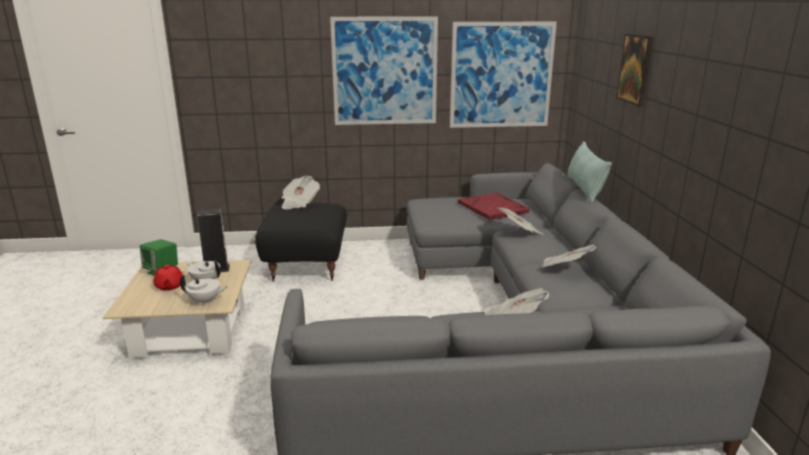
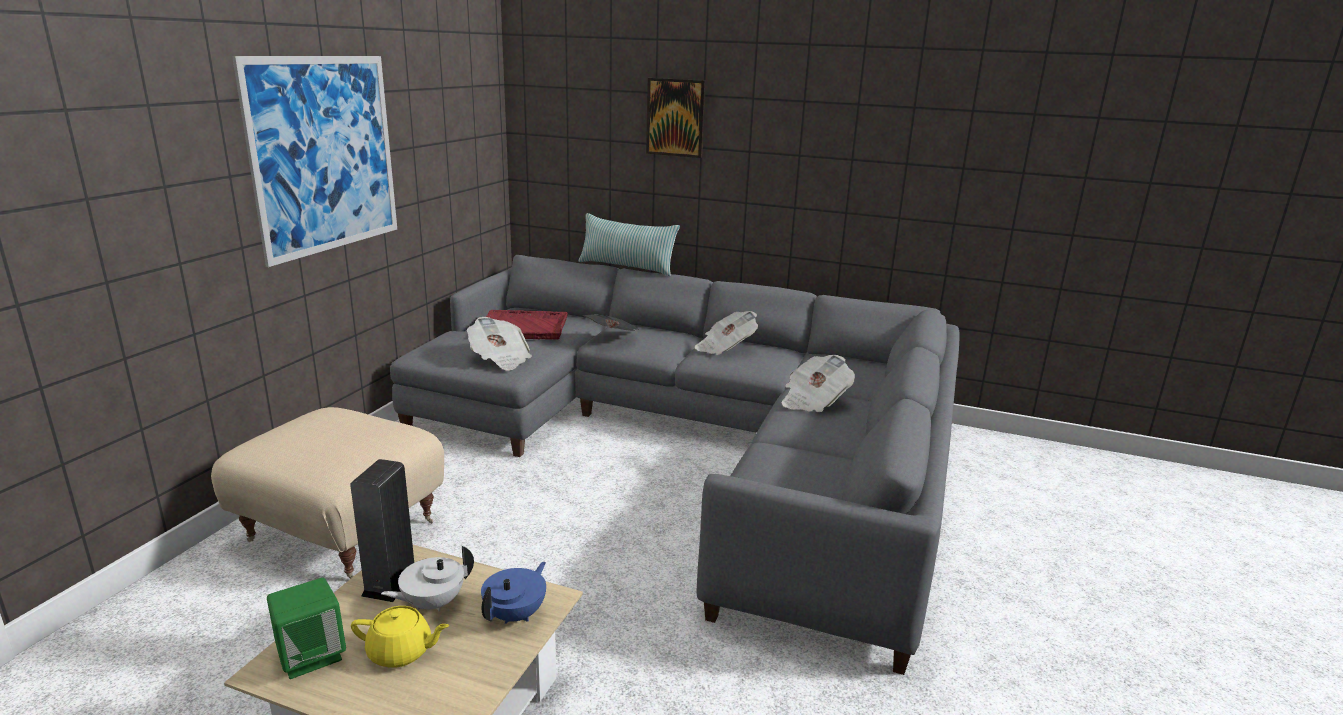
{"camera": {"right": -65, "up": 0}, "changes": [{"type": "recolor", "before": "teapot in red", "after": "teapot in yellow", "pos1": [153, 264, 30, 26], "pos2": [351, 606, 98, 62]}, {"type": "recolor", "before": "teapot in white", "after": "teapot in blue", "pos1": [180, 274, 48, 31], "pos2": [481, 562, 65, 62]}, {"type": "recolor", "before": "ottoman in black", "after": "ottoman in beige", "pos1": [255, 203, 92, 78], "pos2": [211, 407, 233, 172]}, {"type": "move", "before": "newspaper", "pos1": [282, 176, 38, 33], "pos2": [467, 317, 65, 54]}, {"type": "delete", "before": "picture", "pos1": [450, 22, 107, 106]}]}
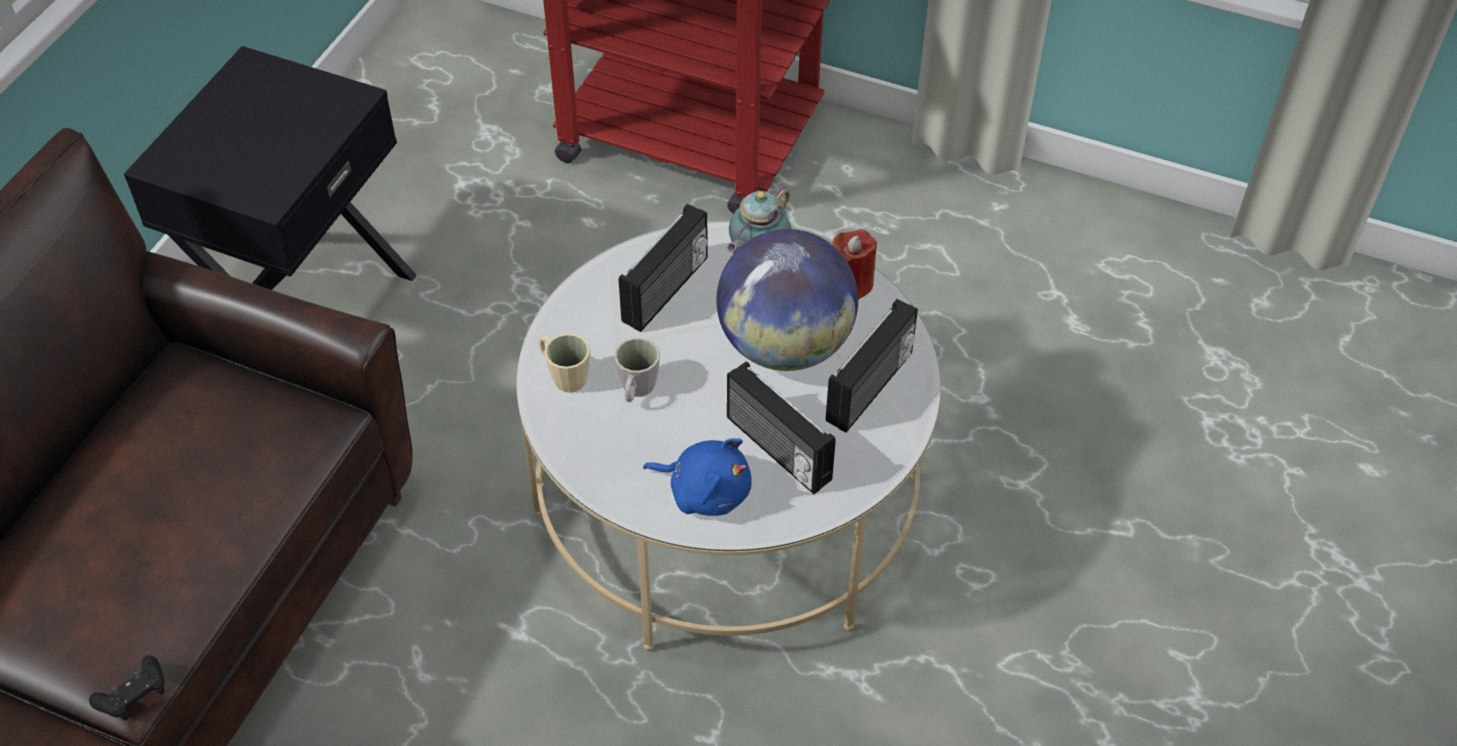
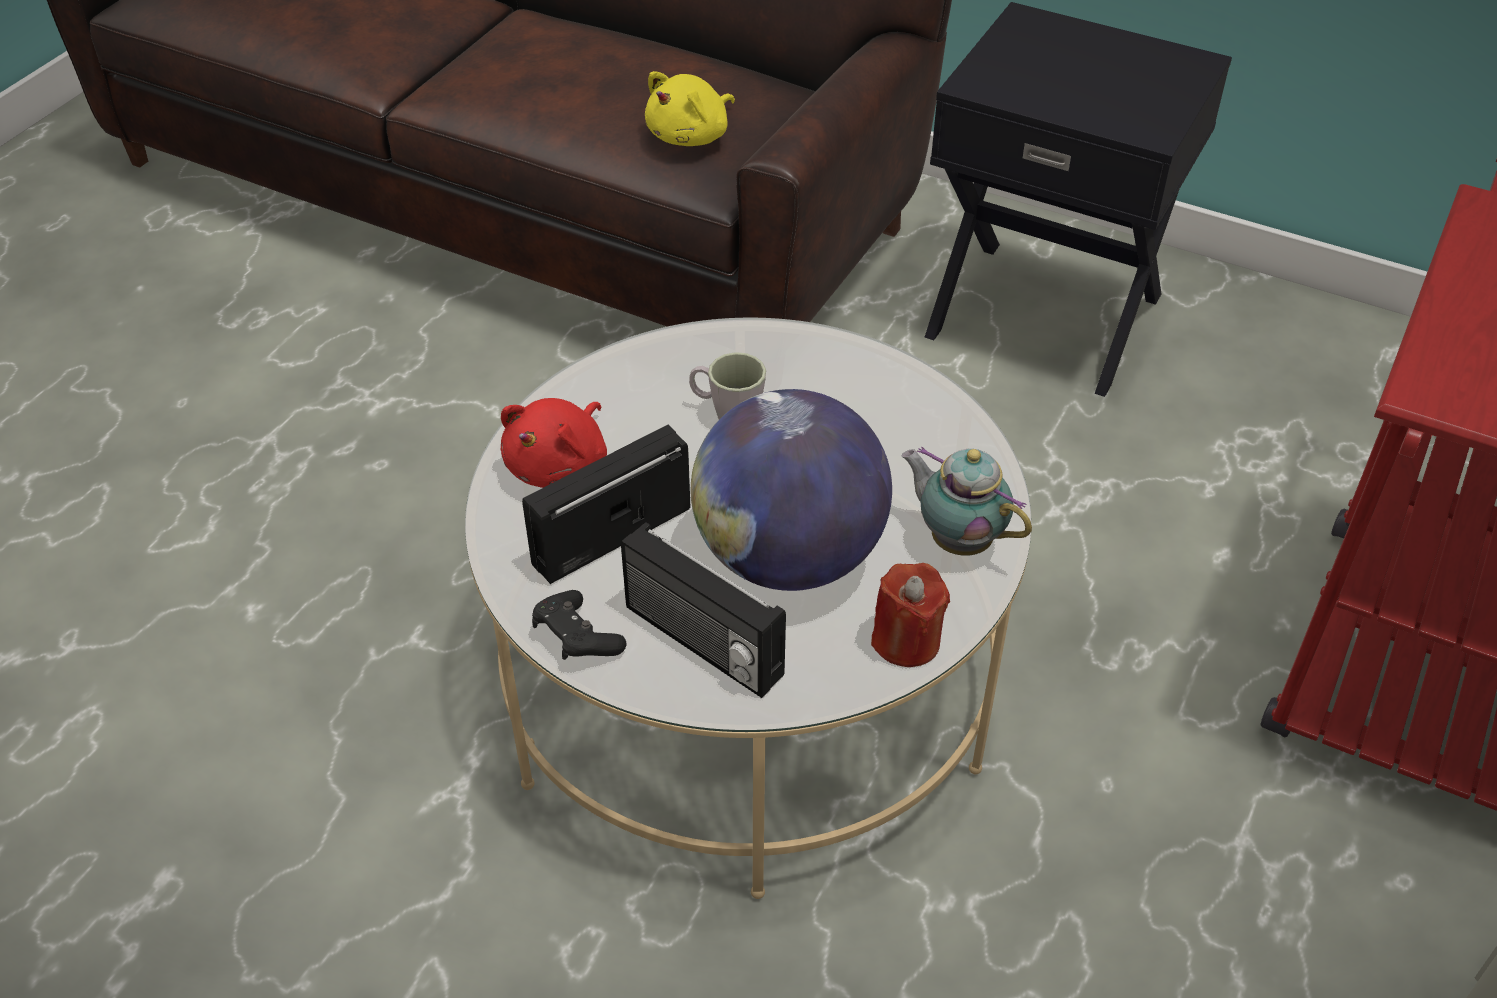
{"camera": {"right": 95, "up": -5}, "changes": [{"type": "move", "before": "game controller in black", "pos1": [89, 656, 76, 64], "pos2": [532, 590, 94, 70]}, {"type": "delete", "before": "mug in beige", "pos1": [539, 333, 51, 60]}, {"type": "delete", "before": "radio", "pos1": [619, 204, 89, 128]}, {"type": "recolor", "before": "plush toy in blue", "after": "plush toy in red", "pos1": [643, 438, 109, 78], "pos2": [500, 398, 107, 90]}, {"type": "insert", "after": "plush toy in yellow", "pos2": [645, 71, 90, 75]}]}
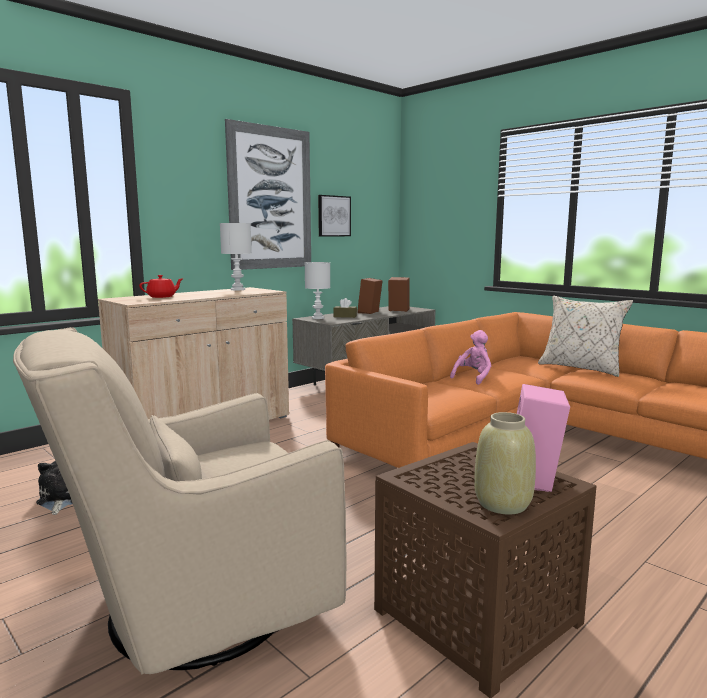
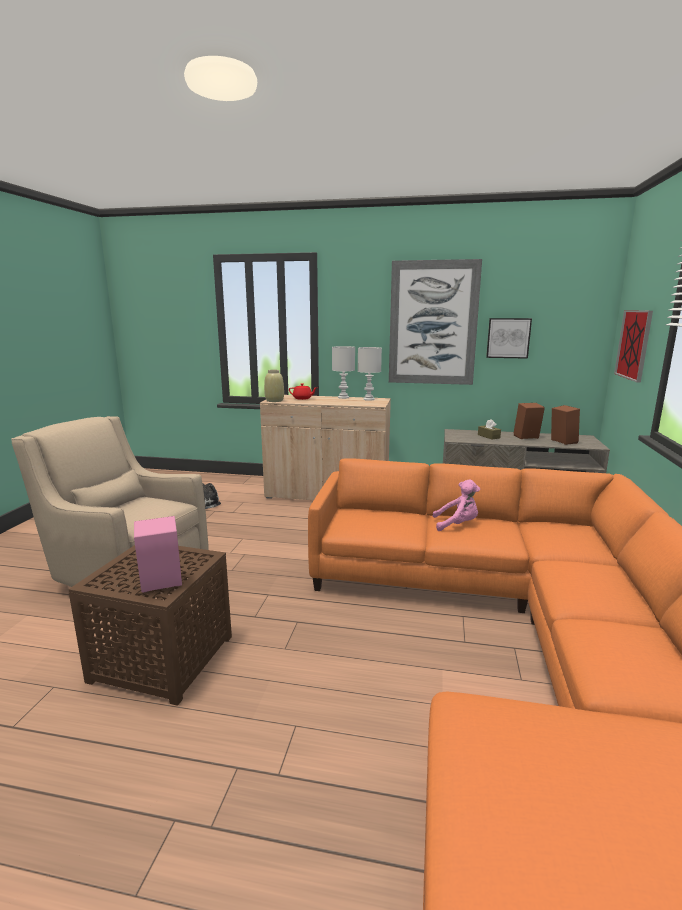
{"camera": {"right": 55, "up": 5}, "changes": [{"type": "move", "before": "table lamp in white", "pos1": [305, 262, 25, 57], "pos2": [332, 346, 23, 53]}, {"type": "move", "before": "vase in beige", "pos1": [474, 412, 62, 103], "pos2": [264, 370, 20, 32]}, {"type": "delete", "before": "pillow in beige", "pos1": [538, 296, 95, 81]}, {"type": "insert", "after": "picture", "pos2": [614, 310, 39, 73]}]}
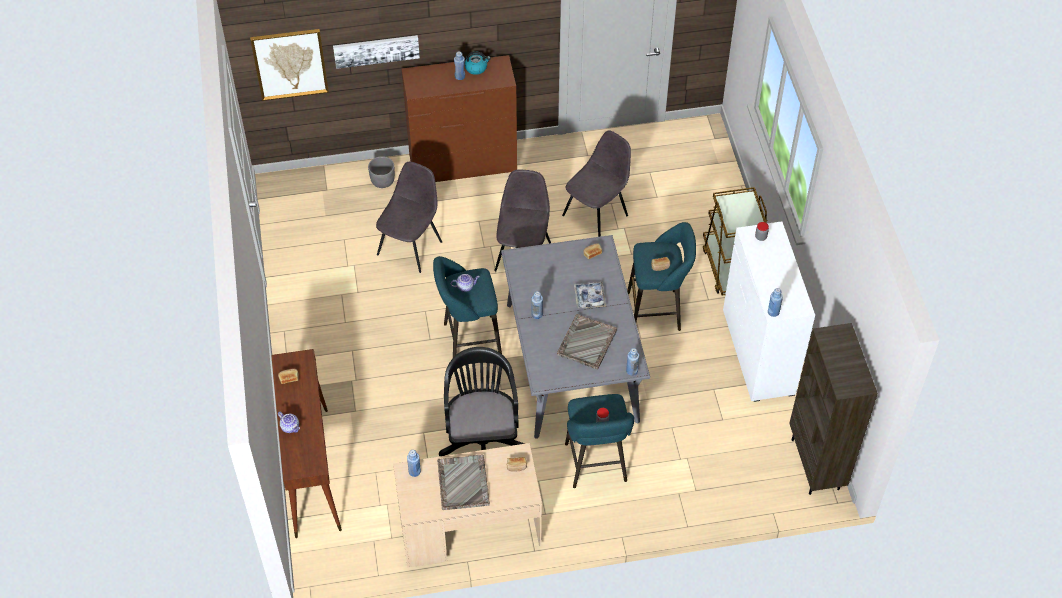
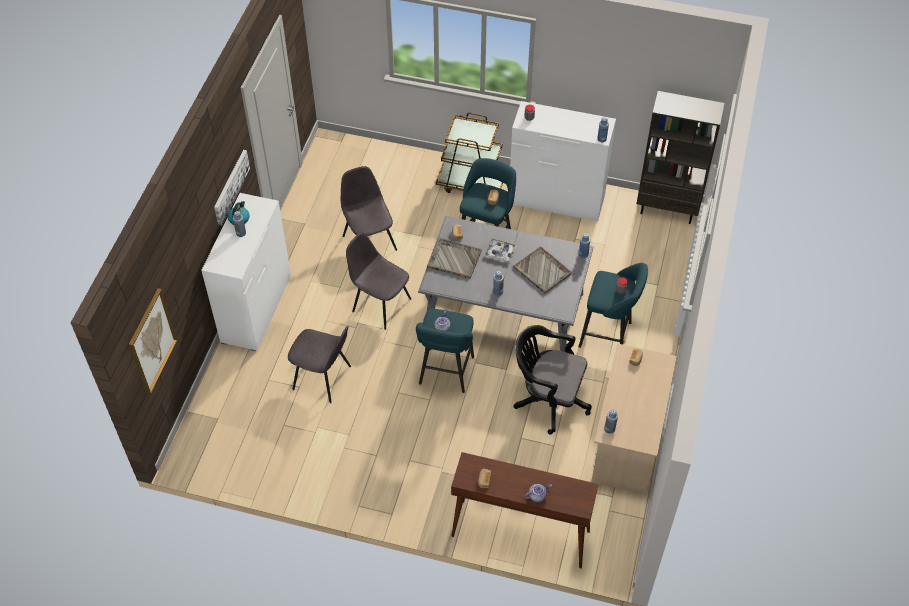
{"camera": {"right": -65, "up": 0}, "changes": [{"type": "move", "before": "picture", "pos1": [333, 35, 87, 34], "pos2": [214, 150, 36, 75]}, {"type": "delete", "before": "planter in grey", "pos1": [368, 156, 27, 32]}, {"type": "rotate", "before": "chair in grey", "pos1": [376, 162, 66, 111], "pos2": [288, 326, 63, 77], "turn": 150}, {"type": "recolor", "before": "dresser in brown", "after": "dresser in white", "pos1": [402, 55, 115, 127], "pos2": [201, 193, 90, 158]}, {"type": "move", "before": "tray in grey", "pos1": [437, 454, 53, 56], "pos2": [427, 238, 55, 41]}]}
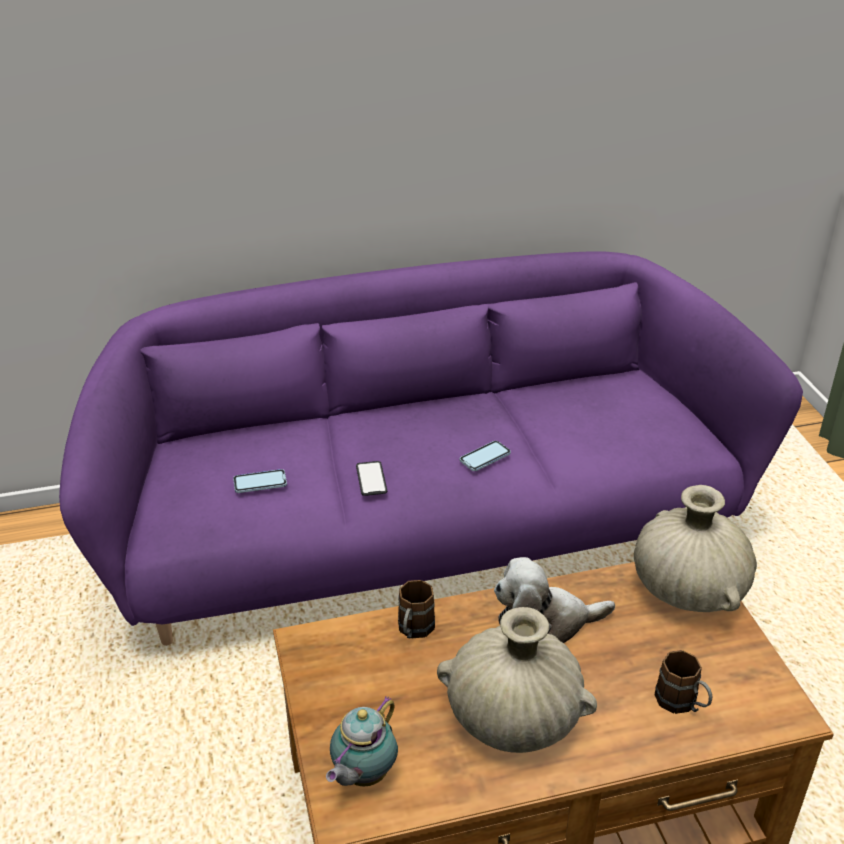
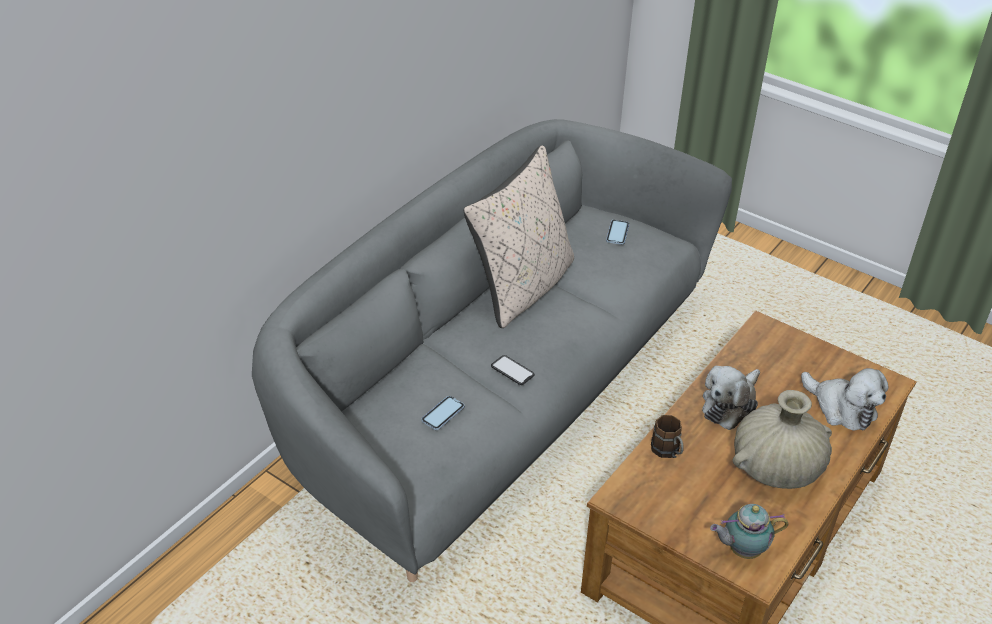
{"camera": {"right": -40, "up": 5}, "changes": [{"type": "recolor", "before": "sofa in purple", "after": "sofa in grey", "pos1": [59, 251, 744, 395], "pos2": [252, 119, 480, 463]}, {"type": "rotate", "before": "teapot", "pos1": [326, 696, 72, 90], "pos2": [710, 504, 79, 55], "turn": 90}, {"type": "move", "before": "phone", "pos1": [460, 441, 51, 30], "pos2": [606, 220, 23, 25]}, {"type": "delete", "before": "vase in beige", "pos1": [634, 485, 123, 127]}, {"type": "replace", "before": "mug in brown", "after": "plush toy", "pos1": [655, 650, 57, 64], "pos2": [801, 368, 87, 63]}, {"type": "insert", "after": "pillow in beige", "pos2": [464, 145, 110, 183]}]}
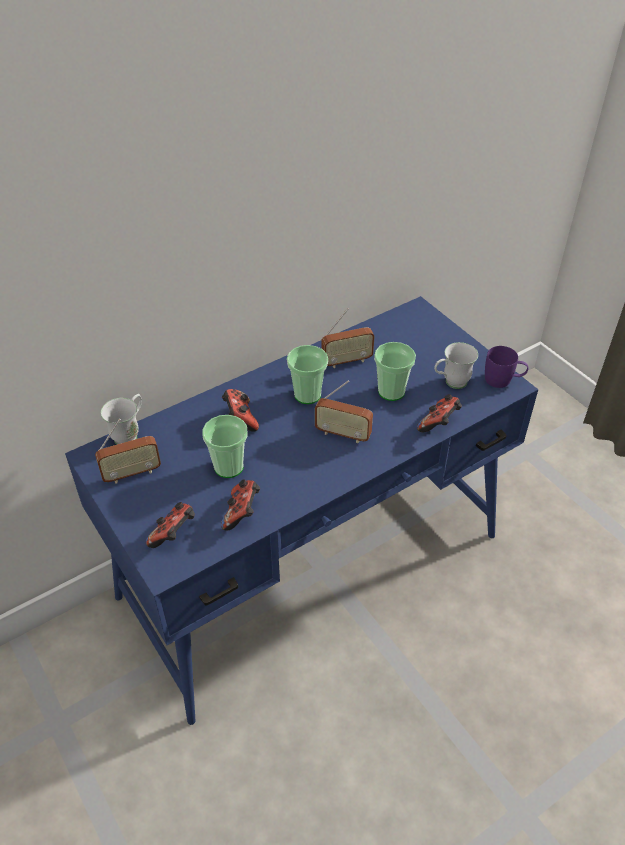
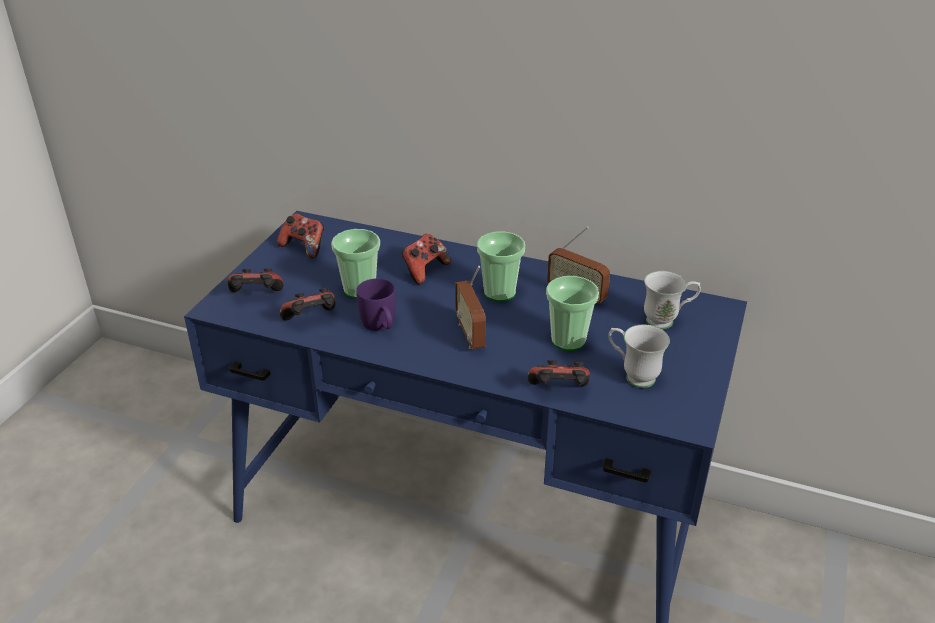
{"camera": {"right": 55, "up": -10}, "changes": [{"type": "replace", "before": "radio", "after": "game controller", "pos1": [95, 419, 66, 64], "pos2": [277, 213, 47, 46]}, {"type": "move", "before": "mug in white", "pos1": [101, 394, 41, 51], "pos2": [644, 271, 57, 58]}, {"type": "move", "before": "mug in purple", "pos1": [485, 346, 43, 42], "pos2": [356, 278, 40, 53]}]}
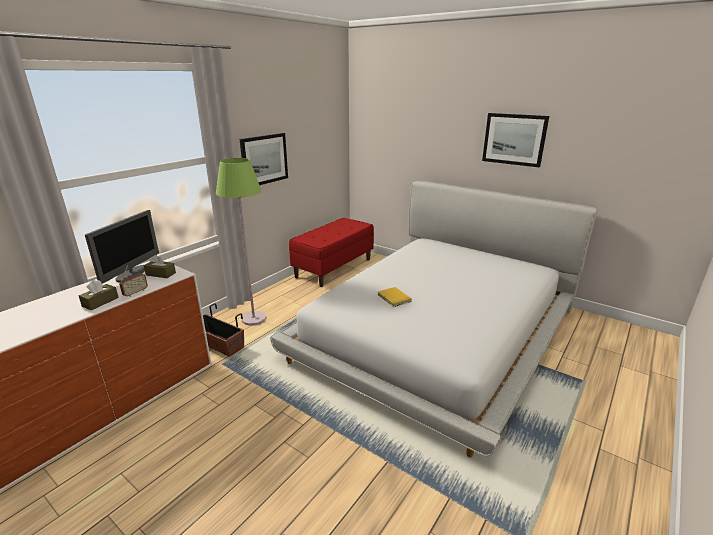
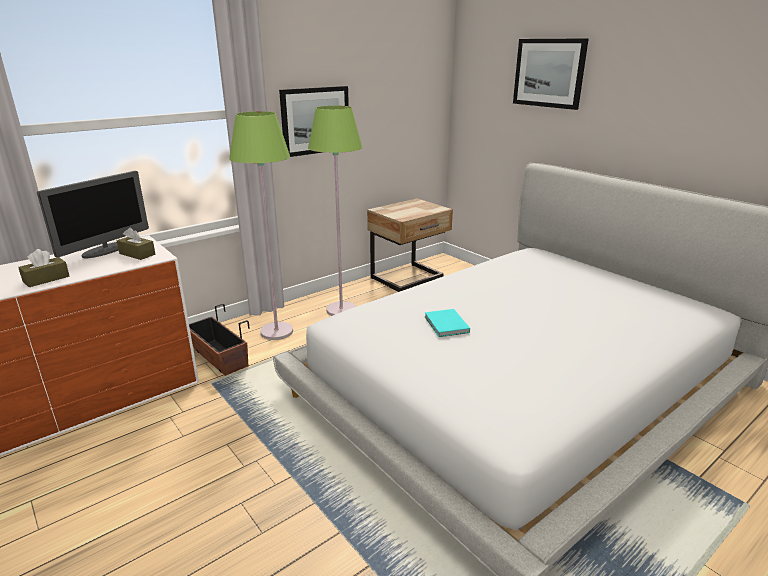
{"camera": {"right": 15, "up": 0}, "changes": [{"type": "delete", "before": "radio", "pos1": [119, 265, 29, 32]}, {"type": "replace", "before": "bench in red", "after": "nightstand in beige", "pos1": [289, 218, 85, 69], "pos2": [367, 198, 86, 94]}, {"type": "recolor", "before": "book in yellow", "after": "book in turquoise", "pos1": [378, 287, 34, 20], "pos2": [425, 309, 45, 28]}, {"type": "move", "before": "picture", "pos1": [482, 113, 67, 54], "pos2": [513, 38, 75, 72]}, {"type": "insert", "after": "floor lamp in green", "pos2": [308, 106, 55, 210]}]}
